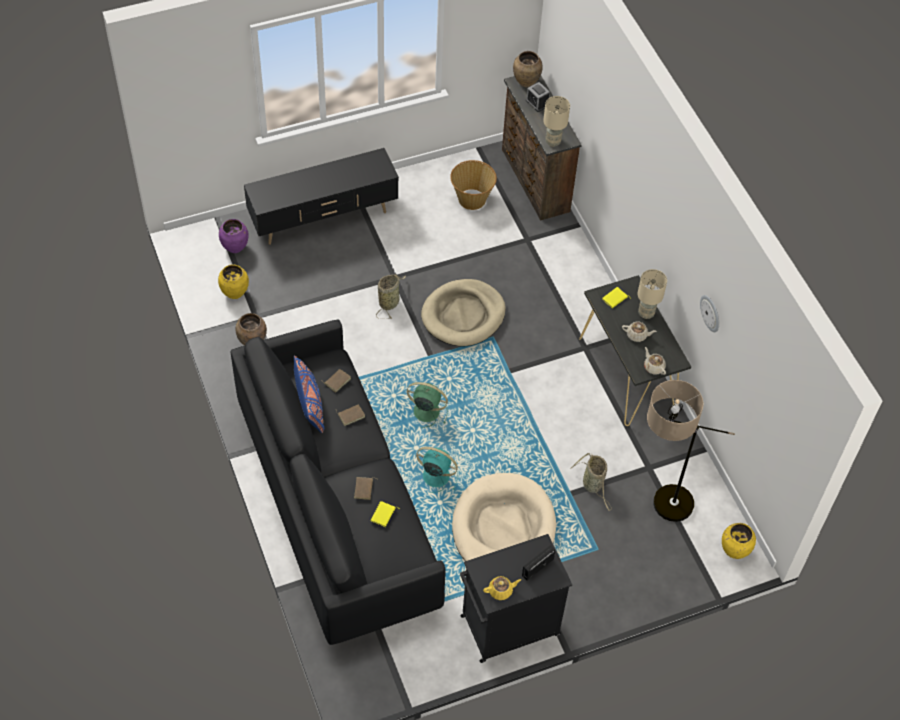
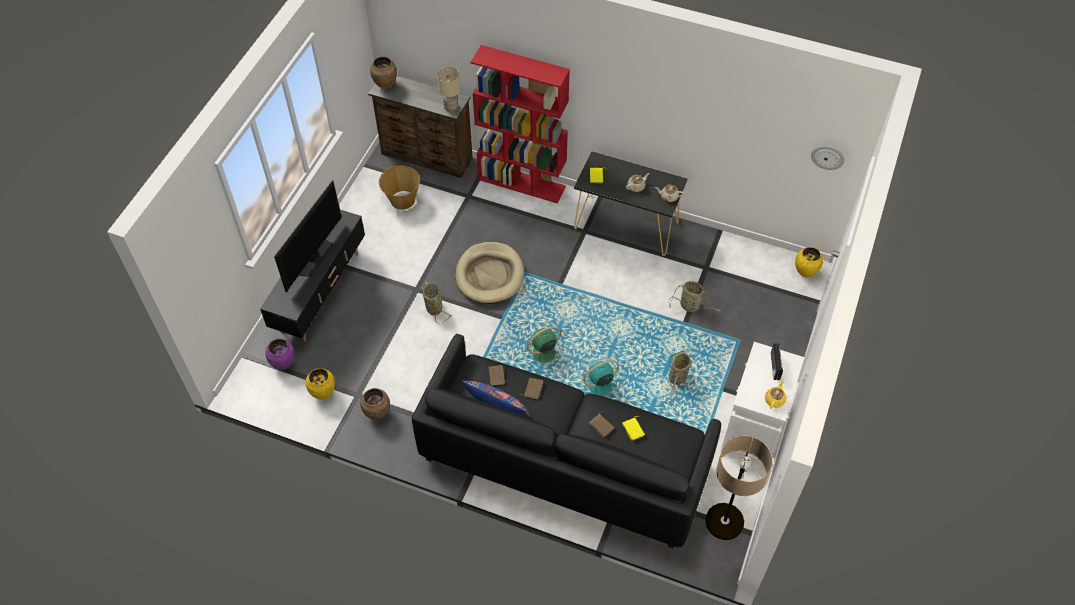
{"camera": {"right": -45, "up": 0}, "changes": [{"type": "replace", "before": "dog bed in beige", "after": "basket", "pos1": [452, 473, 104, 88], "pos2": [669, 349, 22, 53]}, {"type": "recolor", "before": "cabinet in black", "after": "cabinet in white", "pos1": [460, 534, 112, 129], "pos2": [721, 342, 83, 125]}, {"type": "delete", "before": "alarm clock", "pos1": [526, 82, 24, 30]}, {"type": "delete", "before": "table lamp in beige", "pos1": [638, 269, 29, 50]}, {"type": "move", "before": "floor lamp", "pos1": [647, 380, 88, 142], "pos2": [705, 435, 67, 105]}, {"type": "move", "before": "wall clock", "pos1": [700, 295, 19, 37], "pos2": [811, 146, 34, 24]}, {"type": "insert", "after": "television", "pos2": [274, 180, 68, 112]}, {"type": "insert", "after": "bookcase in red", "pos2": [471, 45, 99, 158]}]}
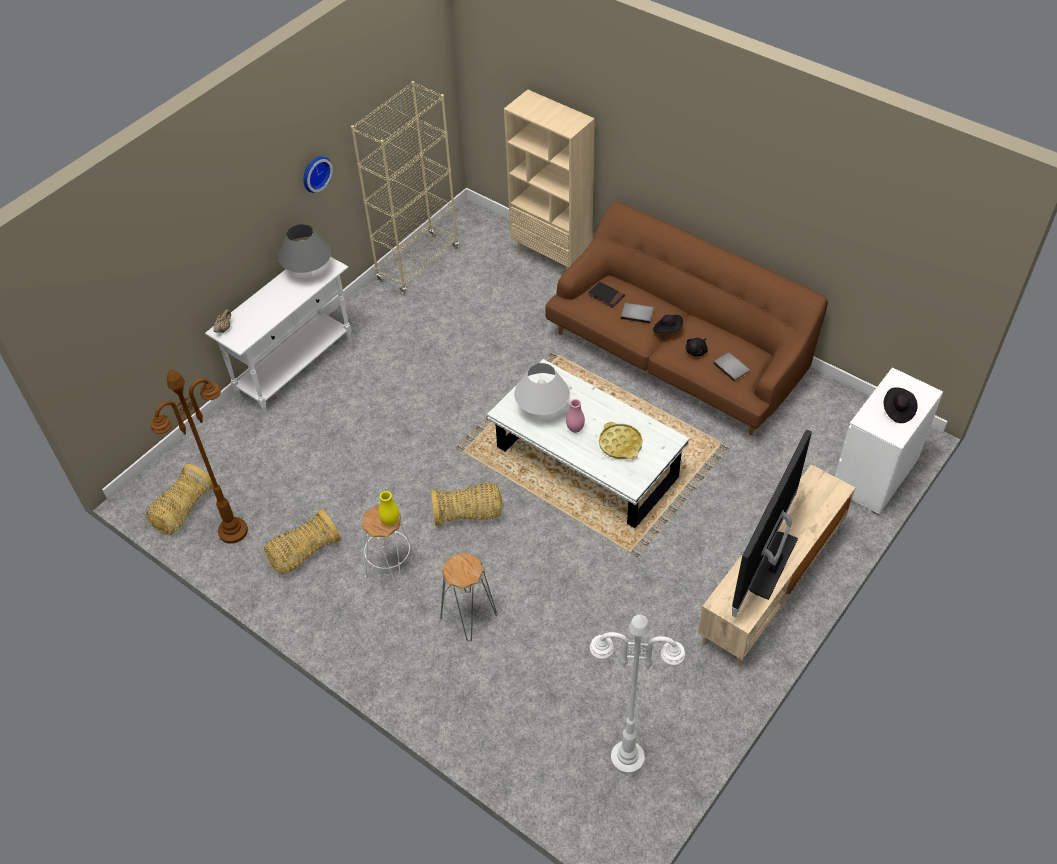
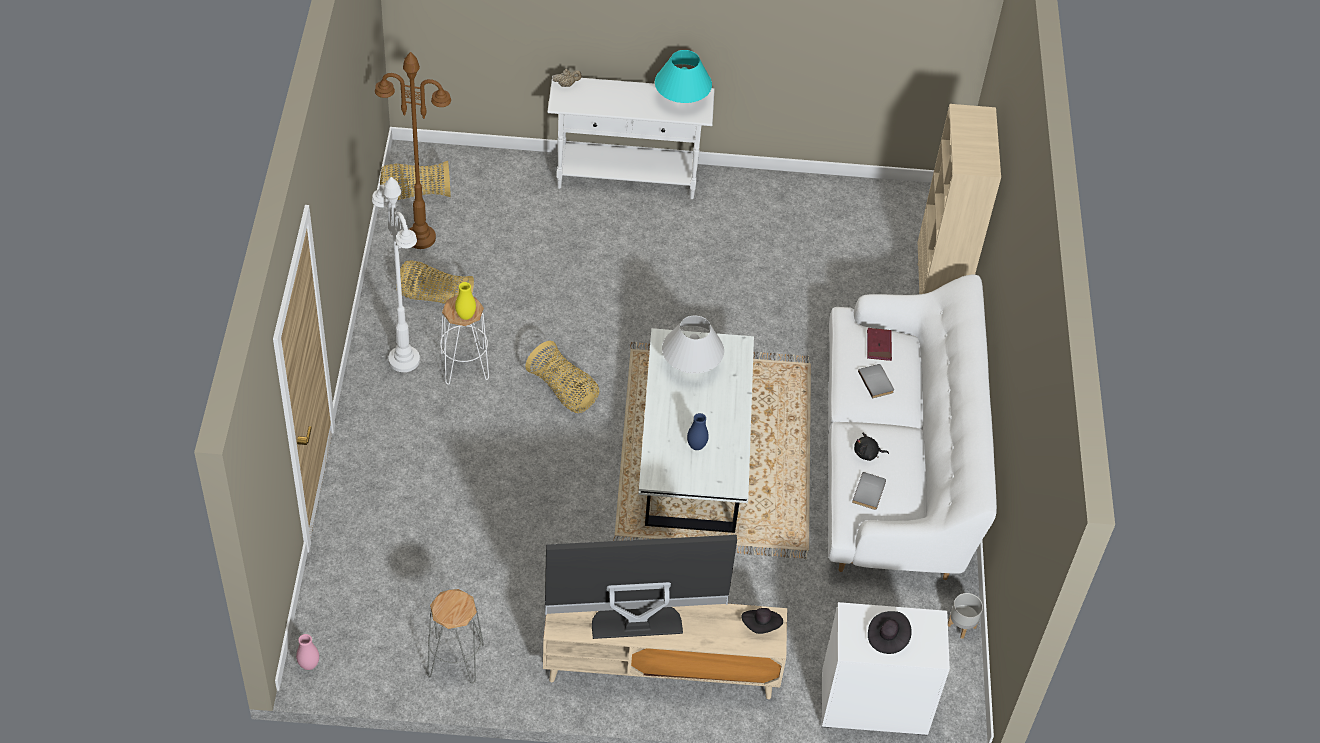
{"camera": {"right": 50, "up": 0}, "changes": [{"type": "recolor", "before": "table lamp in grey", "after": "table lamp in turquoise", "pos1": [278, 224, 53, 49], "pos2": [655, 50, 57, 53]}, {"type": "delete", "before": "wall clock", "pos1": [304, 156, 29, 37]}, {"type": "delete", "before": "bookcase in beige", "pos1": [351, 81, 108, 213]}, {"type": "move", "before": "stool in grey", "pos1": [440, 553, 57, 89], "pos2": [427, 589, 57, 95]}, {"type": "recolor", "before": "sofa in brown", "after": "sofa in white", "pos1": [545, 201, 283, 234], "pos2": [828, 274, 169, 306]}, {"type": "move", "before": "vase in pink", "pos1": [566, 399, 19, 34], "pos2": [296, 634, 23, 36]}, {"type": "recolor", "before": "book in black", "after": "book in red", "pos1": [588, 282, 37, 25], "pos2": [867, 328, 25, 33]}, {"type": "move", "before": "floor lamp in white", "pos1": [590, 615, 95, 159], "pos2": [372, 177, 48, 195]}, {"type": "replace", "before": "tray in yellow", "after": "vase in blue", "pos1": [599, 422, 44, 37], "pos2": [687, 413, 22, 37]}, {"type": "move", "before": "hat in black", "pos1": [653, 315, 30, 18], "pos2": [741, 608, 42, 26]}, {"type": "insert", "after": "planter in grey", "pos2": [948, 593, 35, 46]}]}
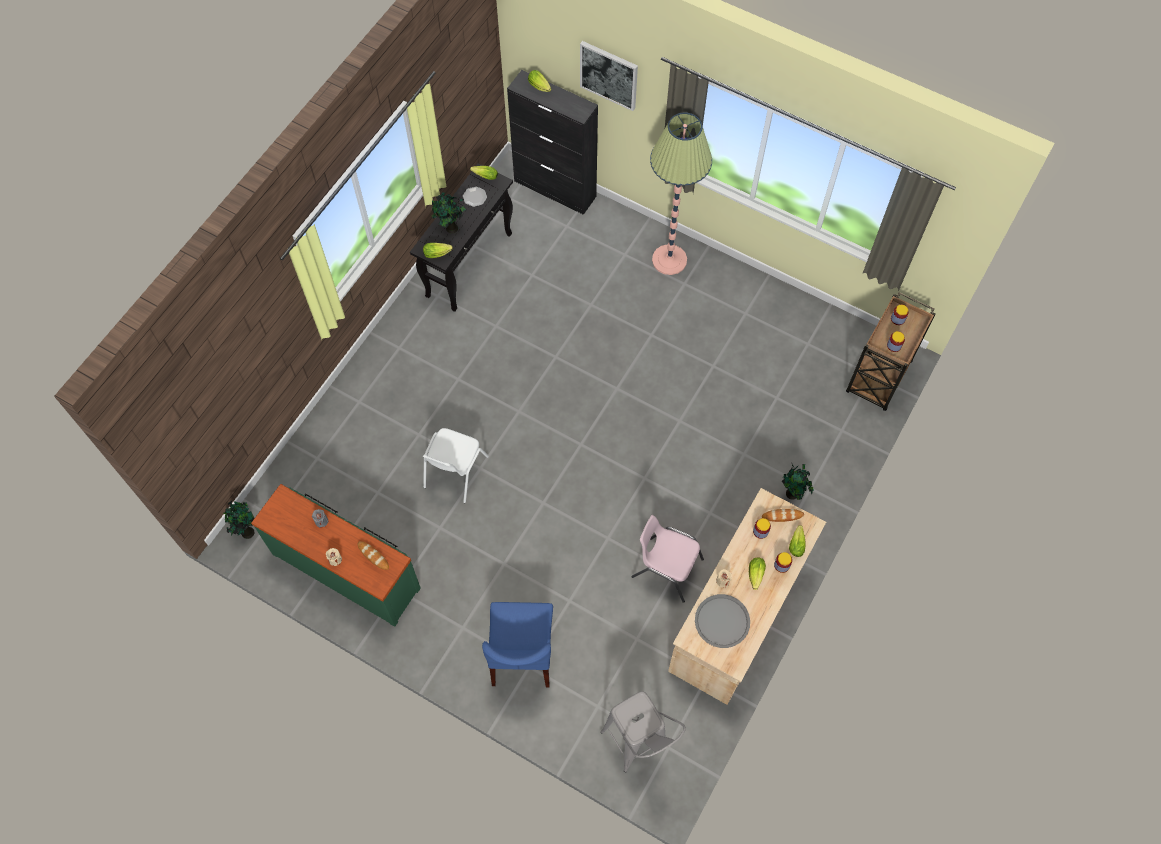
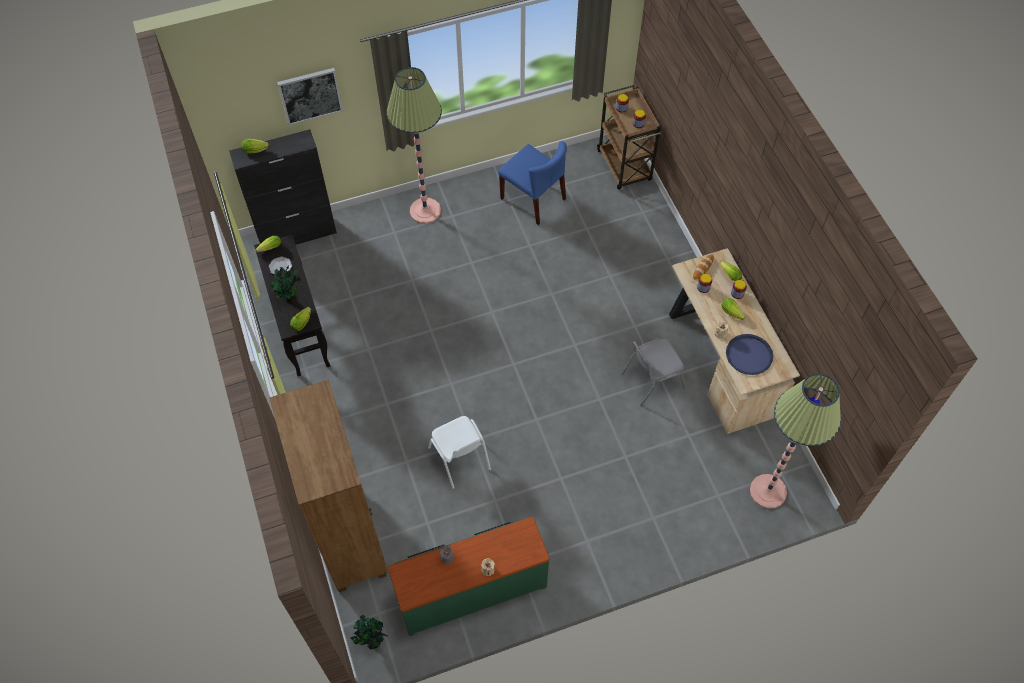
{"camera": {"right": -50, "up": -5}, "changes": [{"type": "delete", "before": "bread", "pos1": [358, 541, 31, 29]}, {"type": "move", "before": "chair in blue", "pos1": [482, 602, 71, 86], "pos2": [498, 141, 69, 84]}, {"type": "replace", "before": "stool in grey", "after": "floor lamp", "pos1": [601, 691, 85, 81], "pos2": [750, 374, 91, 134]}, {"type": "recolor", "before": "chair in pink", "after": "chair in grey", "pos1": [632, 515, 72, 88], "pos2": [622, 338, 64, 68]}, {"type": "recolor", "before": "tray in grey", "after": "tray in blue", "pos1": [695, 594, 55, 54], "pos2": [726, 334, 47, 41]}, {"type": "delete", "before": "potted plant", "pos1": [782, 464, 32, 36]}, {"type": "insert", "after": "bookcase in brown", "pos2": [269, 380, 119, 212]}]}
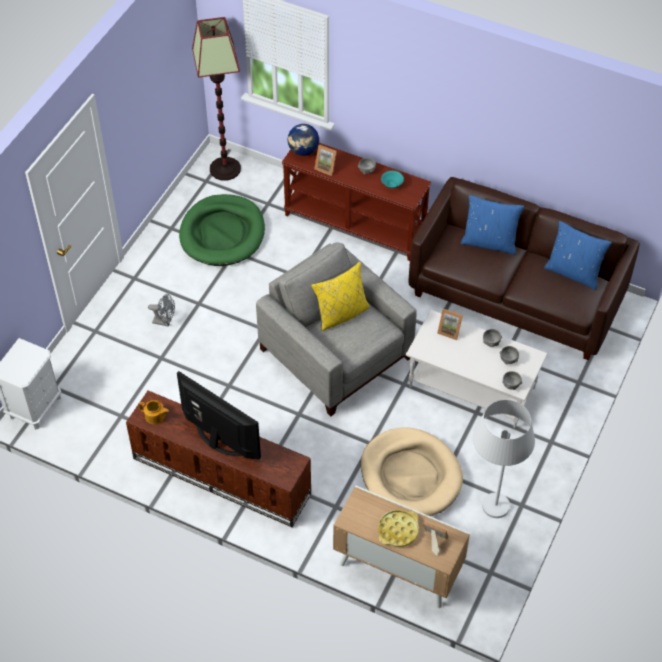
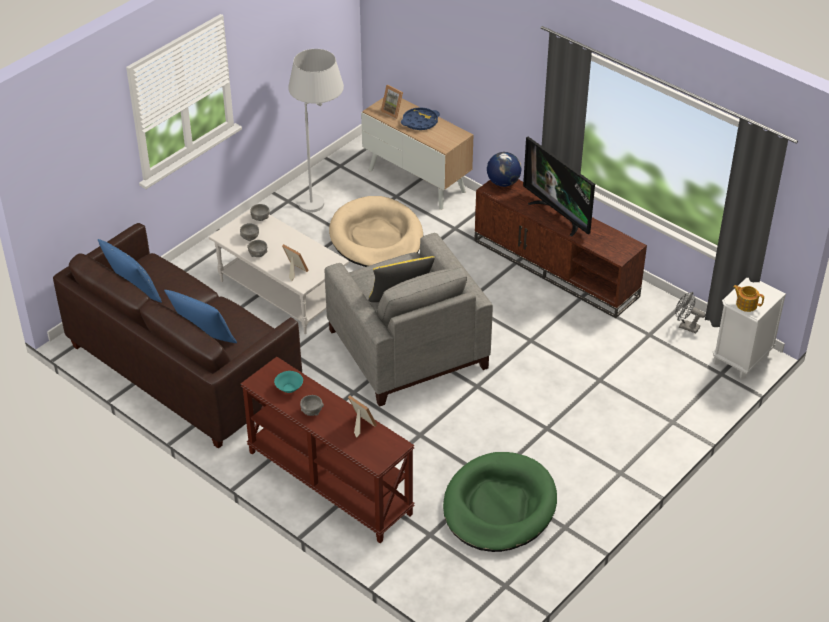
{"camera": {"right": -165, "up": -10}, "changes": [{"type": "move", "before": "teapot", "pos1": [139, 400, 30, 24], "pos2": [733, 285, 31, 27]}, {"type": "move", "before": "fan in grey", "pos1": [148, 294, 27, 33], "pos2": [675, 292, 30, 41]}, {"type": "delete", "before": "floor lamp", "pos1": [192, 17, 49, 164]}, {"type": "move", "before": "globe", "pos1": [288, 124, 31, 32], "pos2": [487, 152, 34, 35]}, {"type": "recolor", "before": "tray in yellow", "after": "tray in blue", "pos1": [378, 510, 41, 37], "pos2": [401, 107, 39, 23]}]}
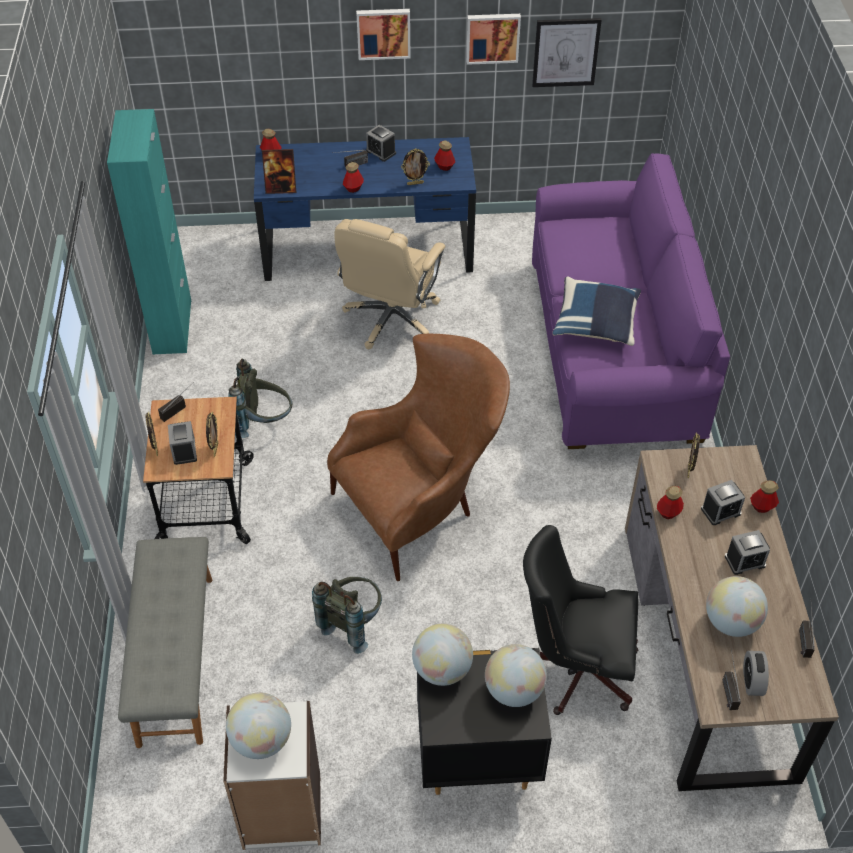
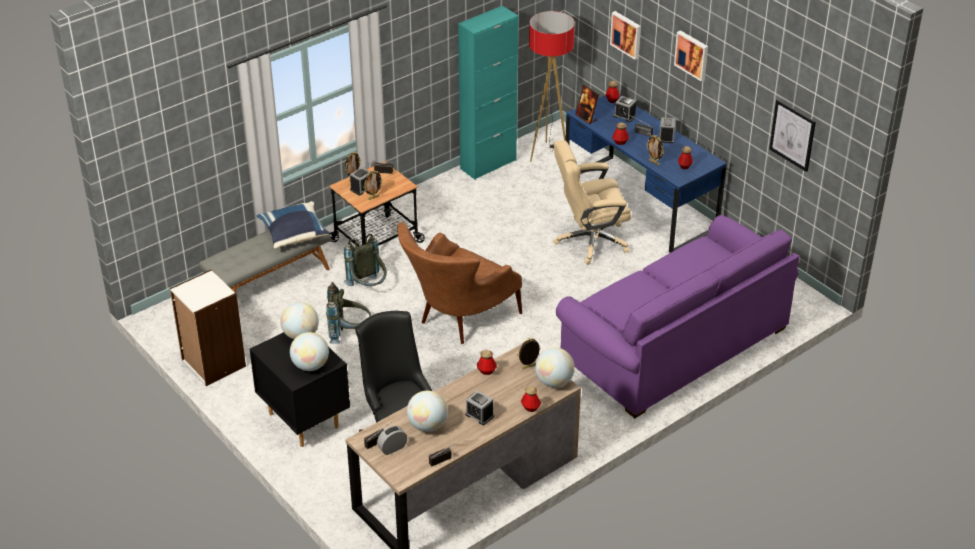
{"camera": {"right": 55, "up": -10}, "changes": [{"type": "move", "before": "globe", "pos1": [226, 693, 65, 66], "pos2": [535, 348, 40, 39]}, {"type": "move", "before": "backpack in grey", "pos1": [228, 359, 64, 79], "pos2": [344, 234, 43, 52]}, {"type": "rotate", "before": "armchair in brown", "pos1": [327, 334, 183, 247], "pos2": [397, 222, 125, 122], "turn": 105}, {"type": "move", "before": "picture", "pos1": [466, 14, 55, 51], "pos2": [610, 11, 31, 49]}, {"type": "move", "before": "pillow in blue", "pos1": [553, 277, 88, 69], "pos2": [256, 201, 74, 48]}, {"type": "move", "before": "alarm clock", "pos1": [701, 480, 44, 45], "pos2": [613, 96, 23, 26]}, {"type": "insert", "after": "floor lamp", "pos2": [529, 11, 46, 151]}]}
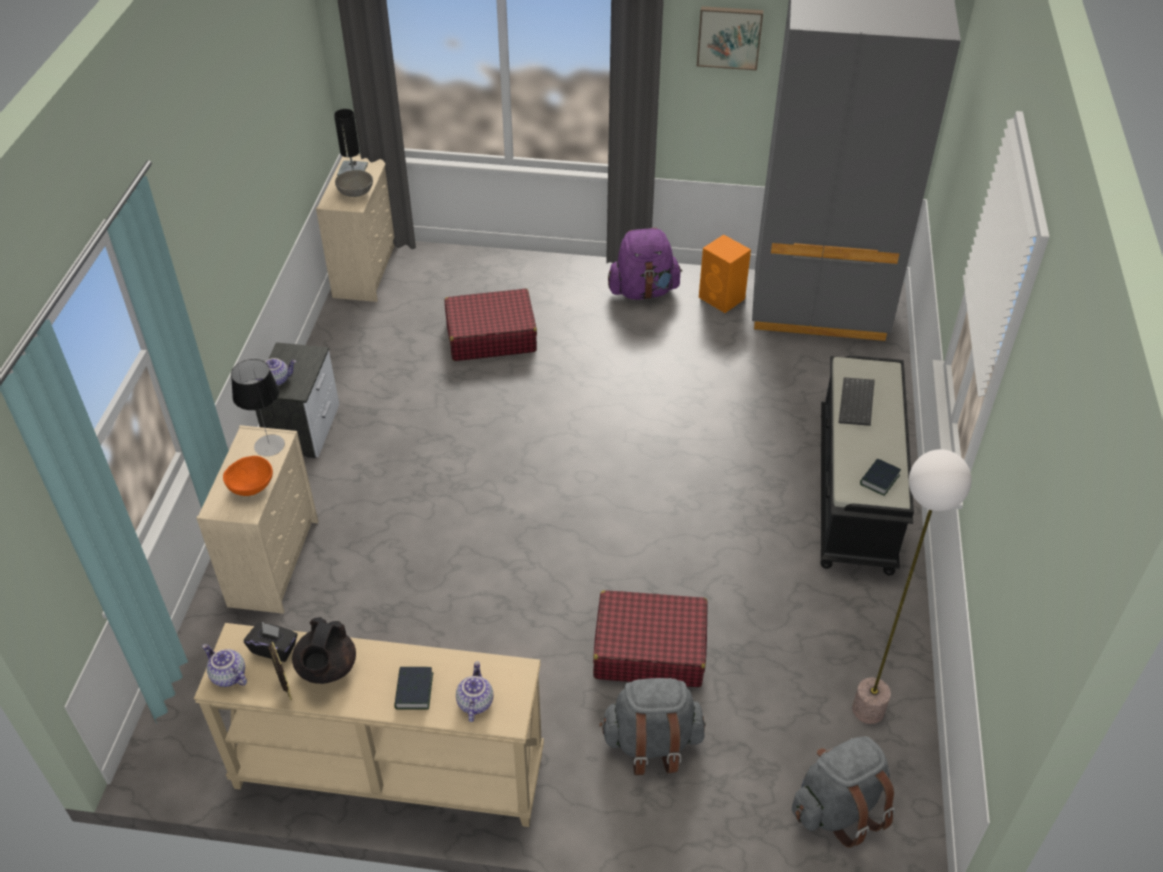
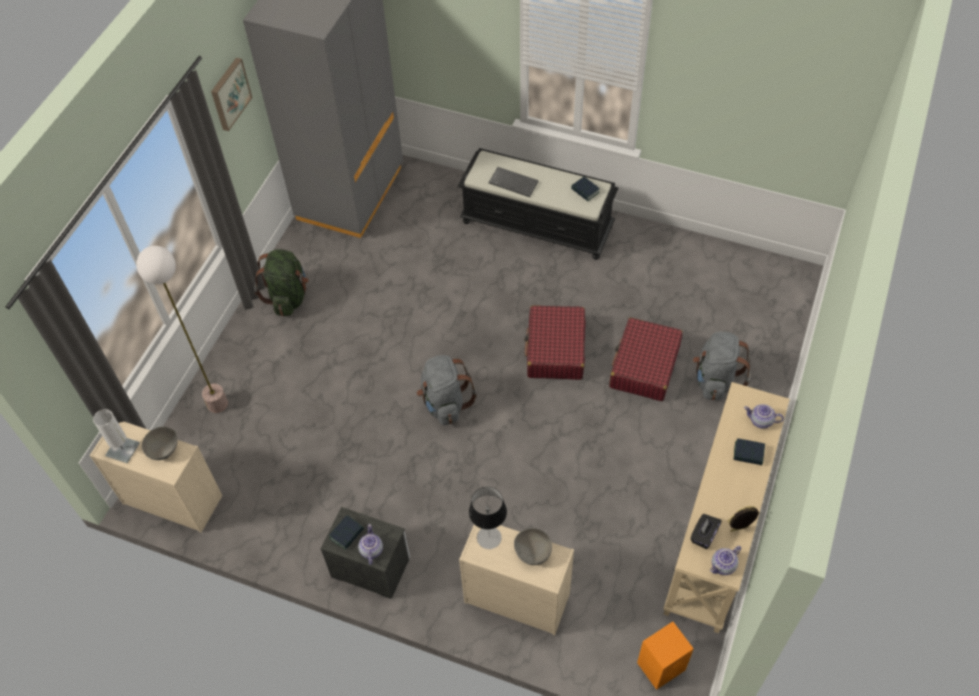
{"camera": {"right": -75, "up": 10}, "changes": [{"type": "recolor", "before": "bowl in orange", "after": "bowl in grey", "pos1": [223, 456, 50, 40], "pos2": [514, 528, 38, 37]}, {"type": "delete", "before": "teapot in black", "pos1": [292, 617, 64, 67]}, {"type": "recolor", "before": "table lamp in black", "after": "table lamp in white", "pos1": [334, 109, 34, 67], "pos2": [93, 409, 47, 54]}, {"type": "move", "before": "suitcase in red", "pos1": [444, 288, 93, 73], "pos2": [524, 305, 62, 75]}, {"type": "recolor", "before": "backpack in purple", "after": "backpack in green", "pos1": [608, 228, 74, 72], "pos2": [254, 249, 55, 67]}, {"type": "move", "before": "speaker in orange", "pos1": [699, 234, 52, 79], "pos2": [637, 622, 57, 68]}, {"type": "move", "before": "backpack in grey", "pos1": [792, 736, 103, 112], "pos2": [417, 355, 60, 71]}, {"type": "move", "before": "floor lamp", "pos1": [852, 449, 119, 275], "pos2": [136, 246, 92, 167]}, {"type": "insert", "after": "book", "pos2": [329, 515, 35, 35]}]}
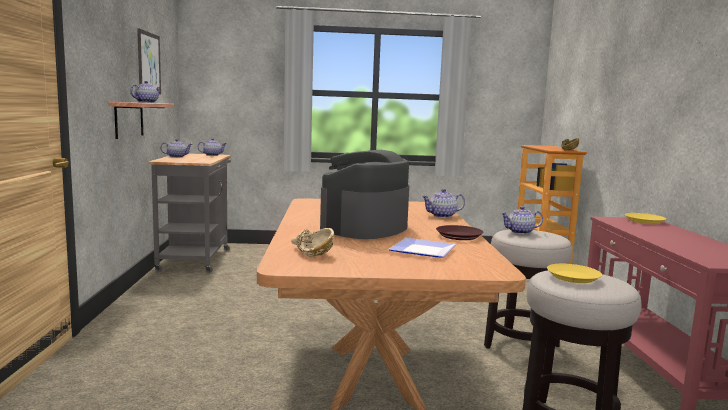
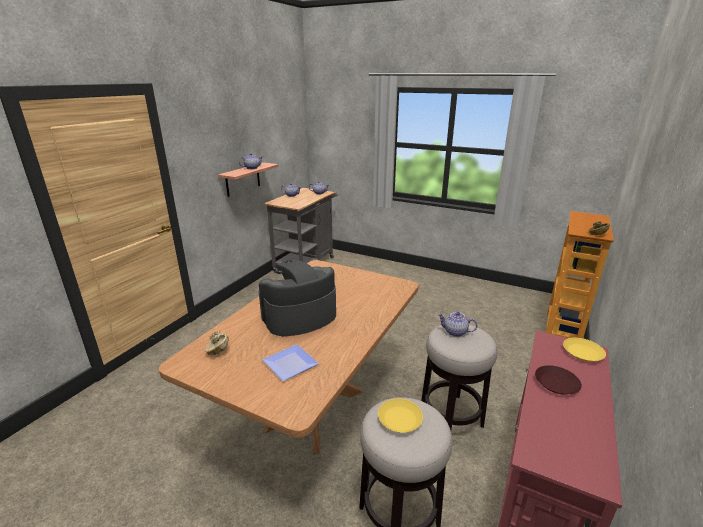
{"camera": {"right": 30, "up": 15}, "changes": [{"type": "delete", "before": "picture", "pos1": [137, 28, 24, 67]}, {"type": "delete", "before": "teapot", "pos1": [422, 189, 43, 29]}, {"type": "move", "before": "plate in brown", "pos1": [436, 225, 48, 15], "pos2": [535, 365, 47, 29]}]}
